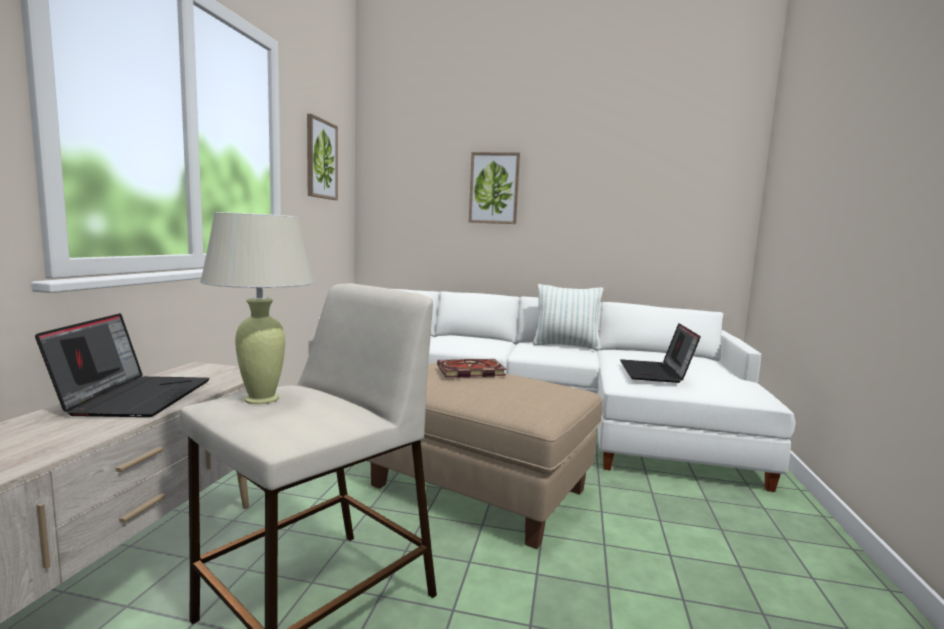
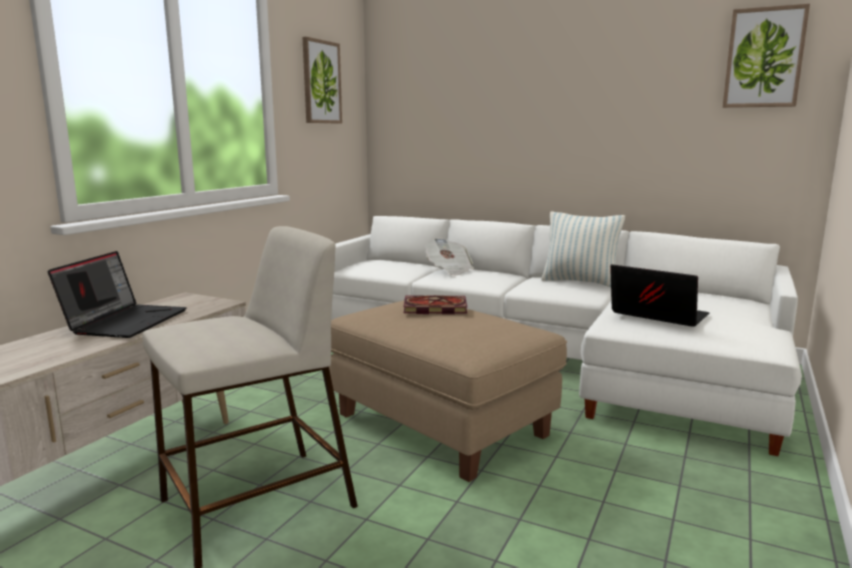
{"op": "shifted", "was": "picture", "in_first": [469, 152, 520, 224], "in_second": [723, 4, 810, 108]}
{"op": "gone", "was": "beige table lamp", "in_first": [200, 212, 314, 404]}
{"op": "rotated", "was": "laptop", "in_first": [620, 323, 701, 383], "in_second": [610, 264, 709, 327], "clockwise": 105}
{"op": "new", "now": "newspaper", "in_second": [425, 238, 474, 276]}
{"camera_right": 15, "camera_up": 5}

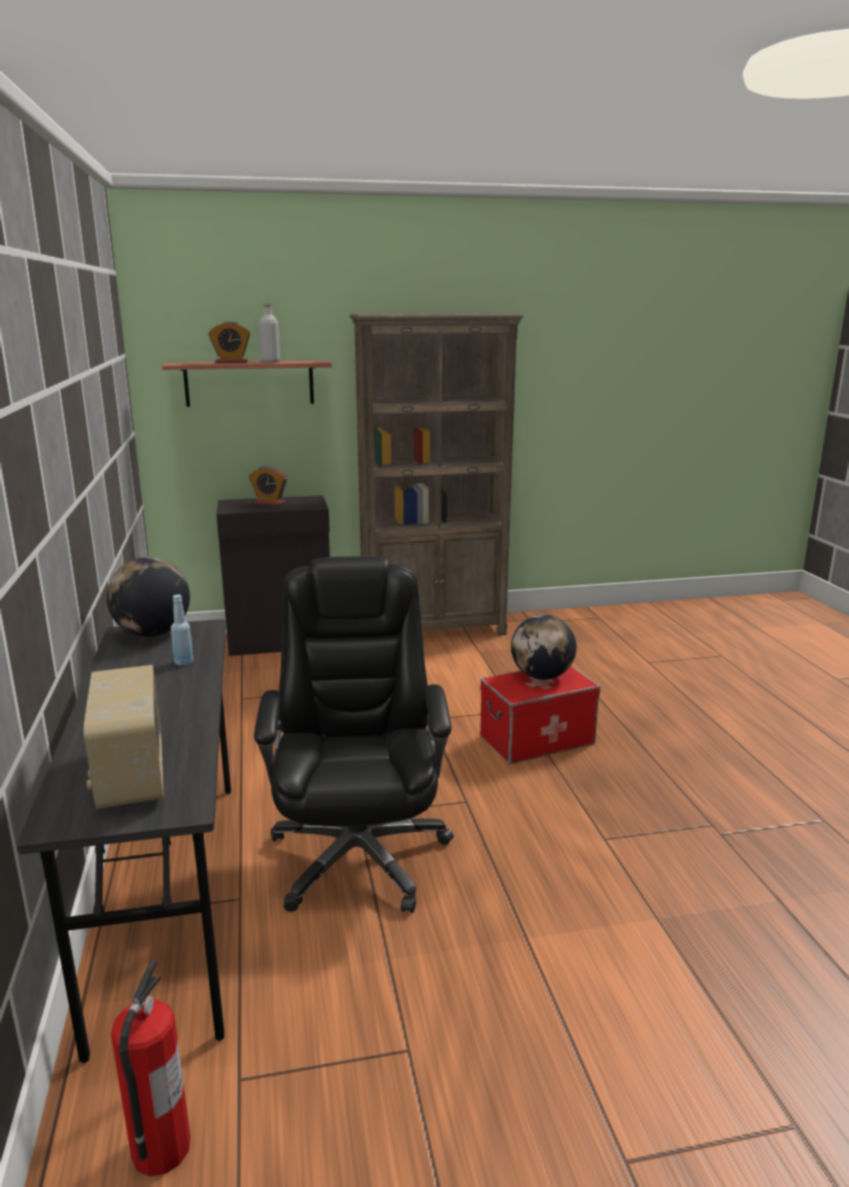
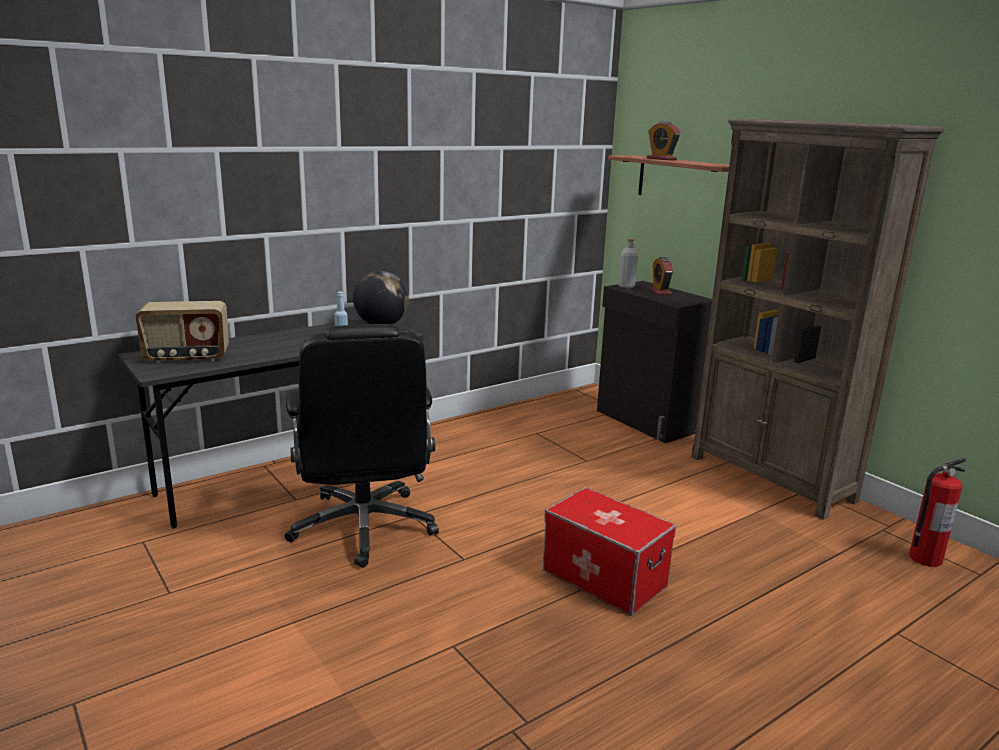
{"op": "shifted", "was": "grey bottle", "in_first": [258, 304, 280, 363], "in_second": [618, 238, 638, 288]}
{"op": "rotated", "was": "black office chair", "in_first": [254, 556, 454, 913], "in_second": [285, 324, 439, 568], "clockwise": 105}
{"op": "gone", "was": "globe", "in_first": [511, 614, 577, 680]}
{"op": "rotated", "was": "radio", "in_first": [84, 665, 164, 809], "in_second": [135, 301, 229, 363], "clockwise": -150}
{"op": "shifted", "was": "fire extinguisher", "in_first": [111, 959, 190, 1176], "in_second": [909, 458, 966, 567]}
{"camera_right": 65, "camera_up": 0}

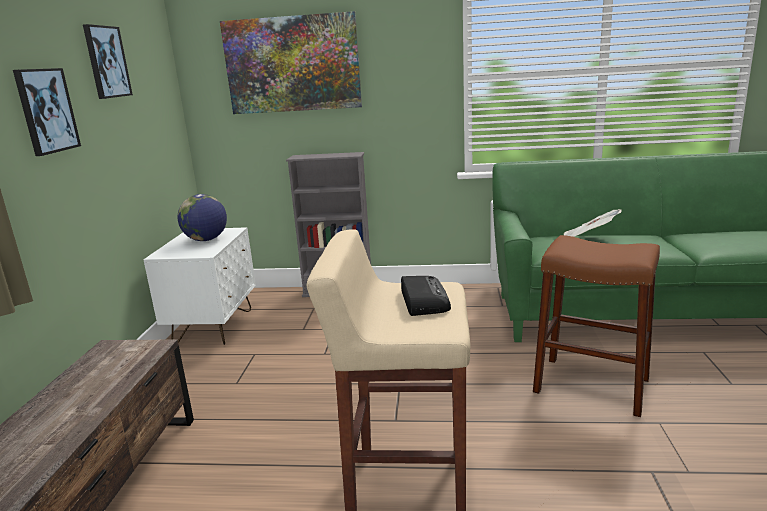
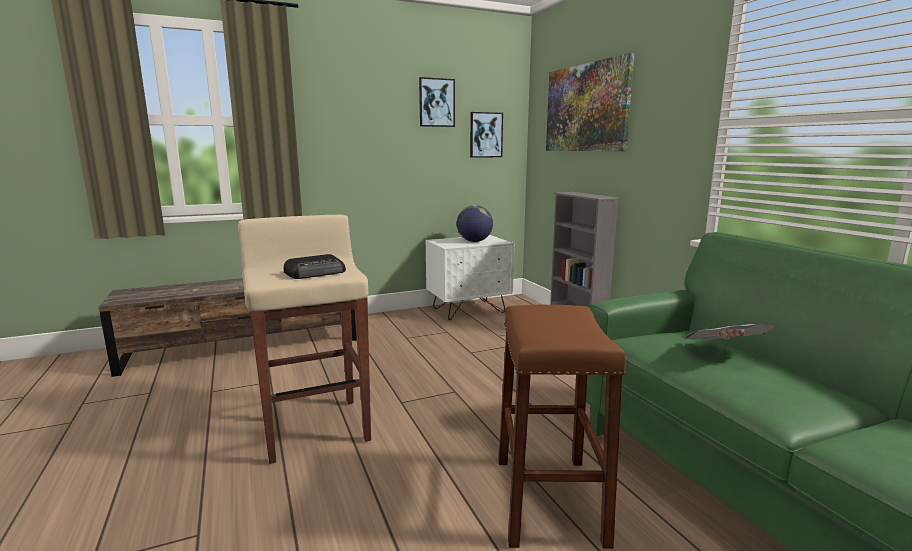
{"op": "shifted", "was": "picture", "in_first": [13, 68, 81, 156], "in_second": [470, 112, 503, 158]}
{"camera_right": 60, "camera_up": -5}

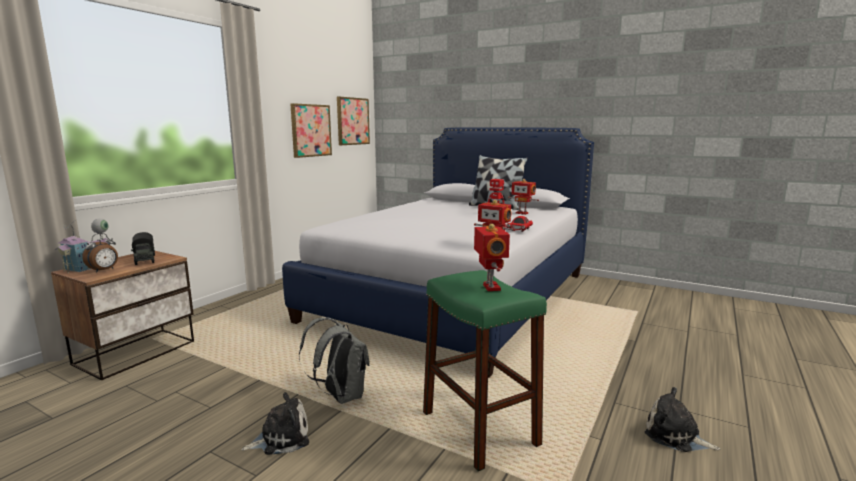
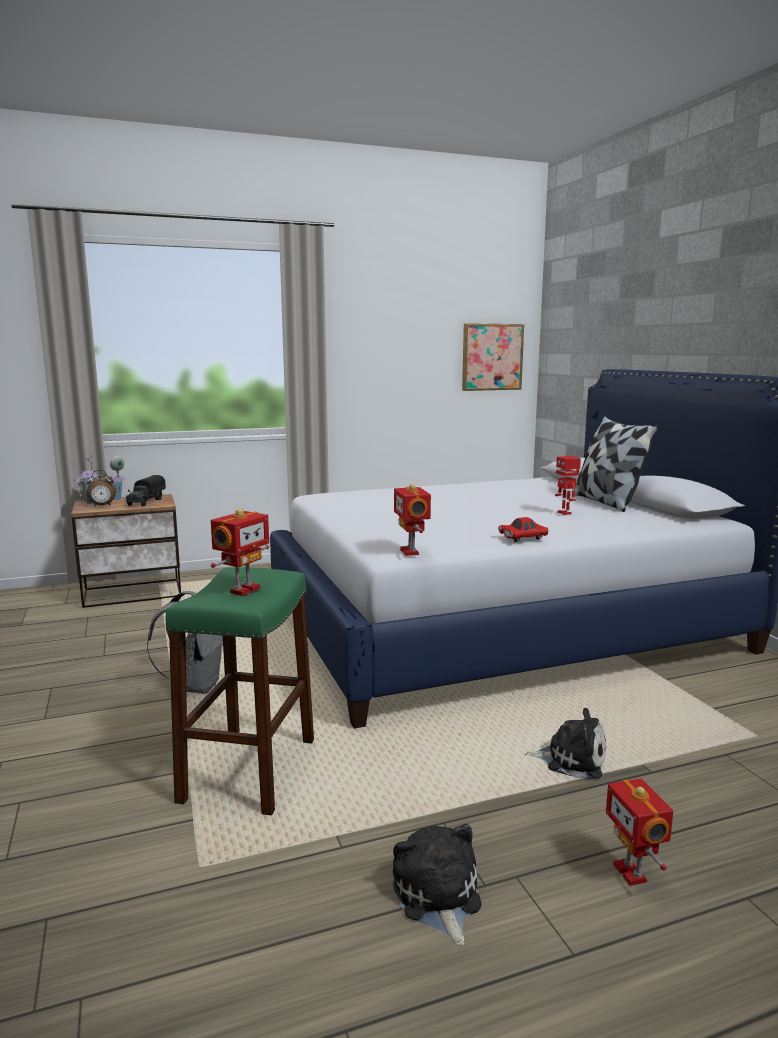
{"op": "gone", "was": "picture", "in_first": [290, 103, 332, 158]}
{"op": "shifted", "was": "toy robot", "in_first": [508, 179, 539, 215], "in_second": [606, 778, 673, 886]}
{"op": "shifted", "was": "plush toy", "in_first": [241, 392, 309, 455], "in_second": [525, 708, 606, 778]}
{"camera_right": 40, "camera_up": 0}

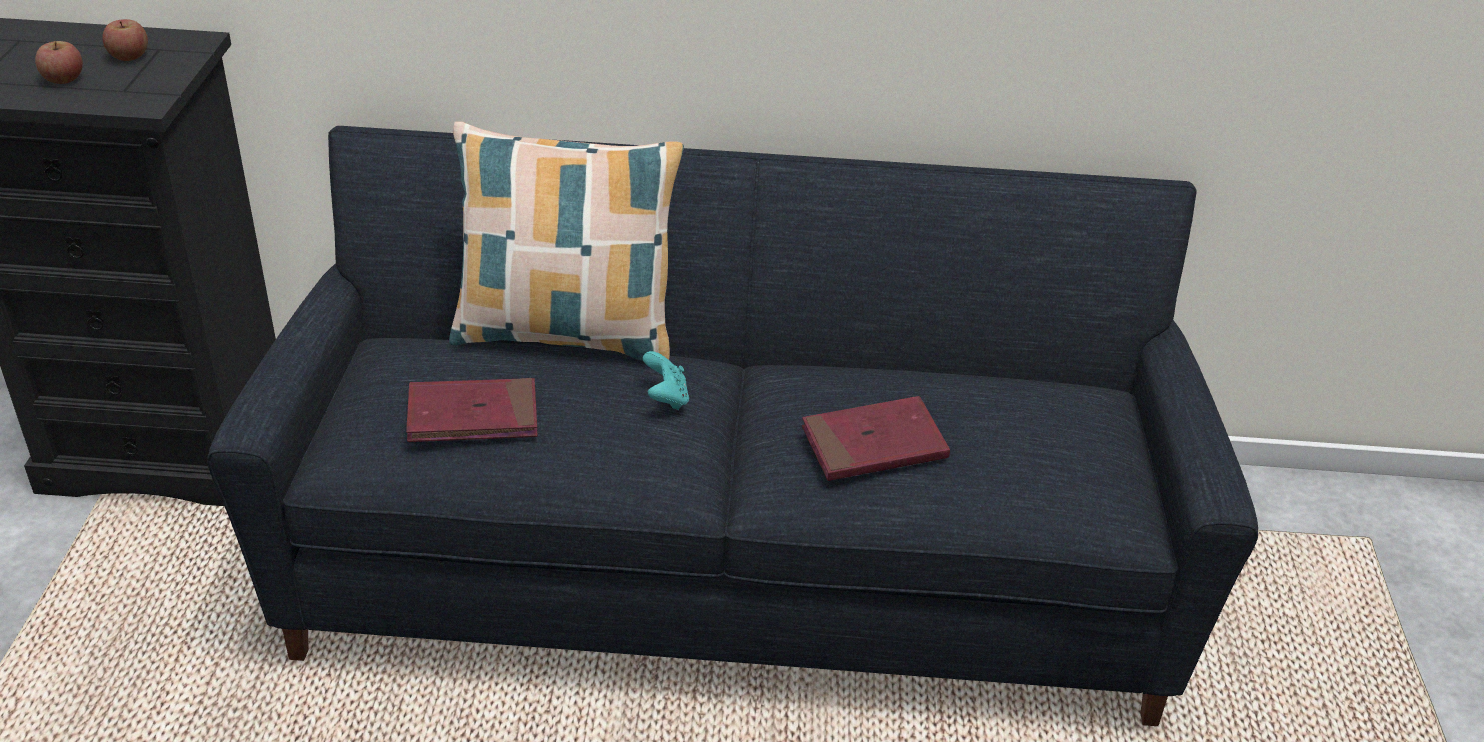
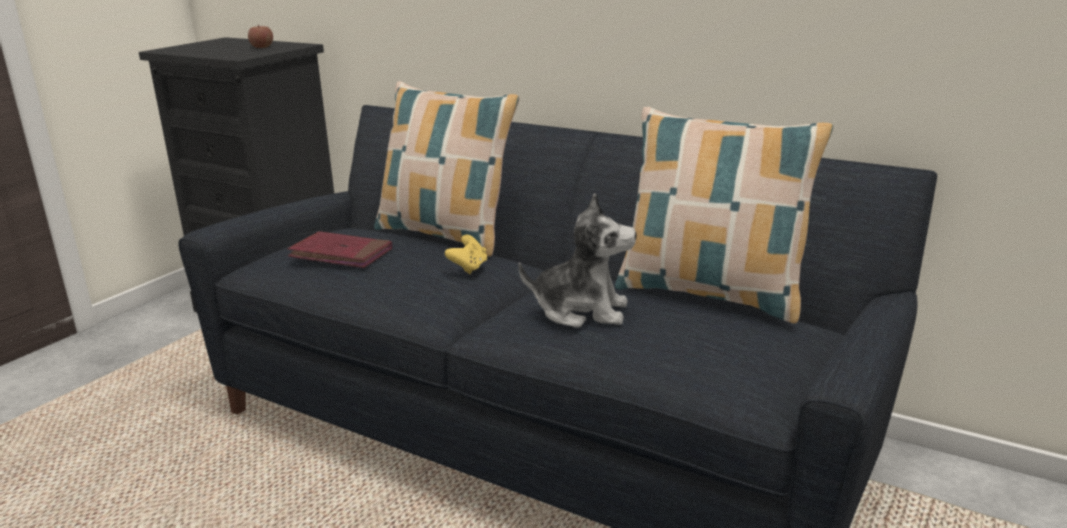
{"op": "gone", "was": "apple", "in_first": [35, 41, 83, 84]}
{"op": "repainted", "was": "turquoise game controller", "now": "yellow game controller", "in_first": [643, 351, 689, 410], "in_second": [445, 235, 487, 274]}
{"op": "swapped", "was": "red book", "now": "plush toy", "in_first": [802, 396, 950, 481], "in_second": [518, 193, 636, 328]}
{"op": "new", "now": "pillow", "in_second": [615, 107, 834, 323]}
{"camera_right": 30, "camera_up": -15}

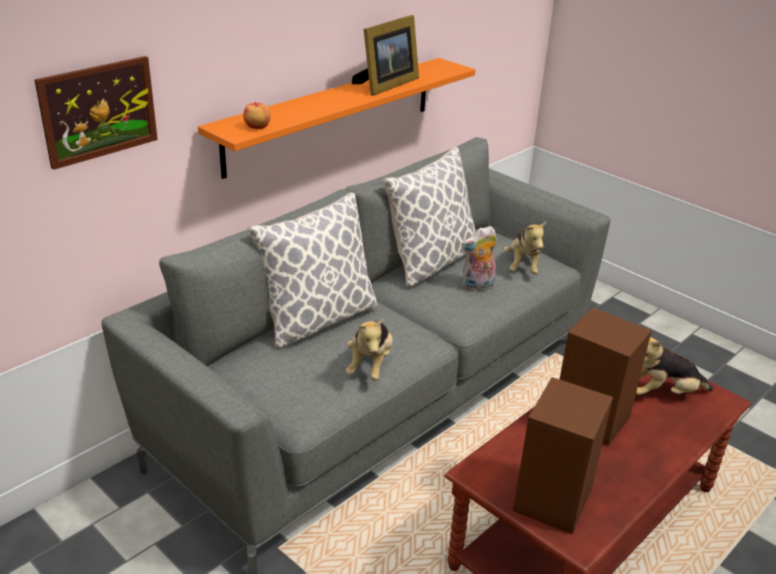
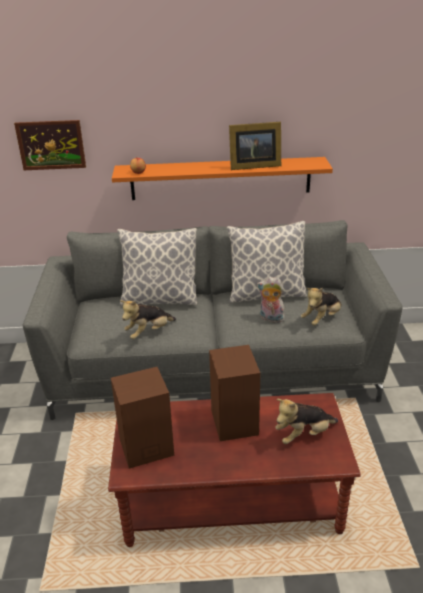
{"op": "rotated", "was": "plush toy", "in_first": [636, 337, 713, 395], "in_second": [275, 399, 338, 444], "clockwise": -60}
{"camera_right": 45, "camera_up": 0}

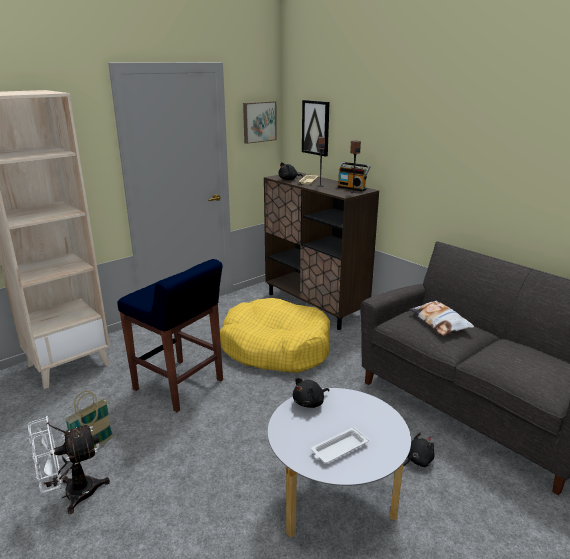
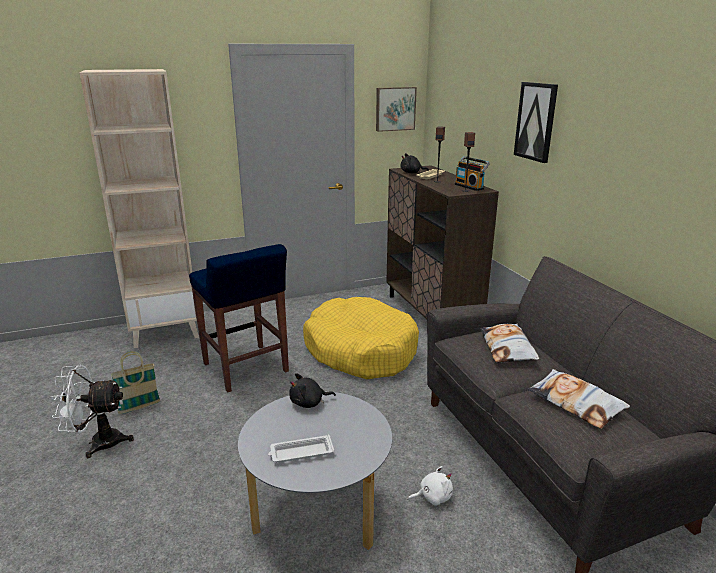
{"op": "shifted", "was": "picture", "in_first": [302, 100, 330, 156], "in_second": [514, 82, 558, 163]}
{"op": "repainted", "was": "black plush toy", "now": "white plush toy", "in_first": [403, 433, 434, 467], "in_second": [408, 466, 453, 505]}
{"op": "new", "now": "pillow", "in_second": [528, 369, 630, 429]}
{"camera_right": 20, "camera_up": 0}

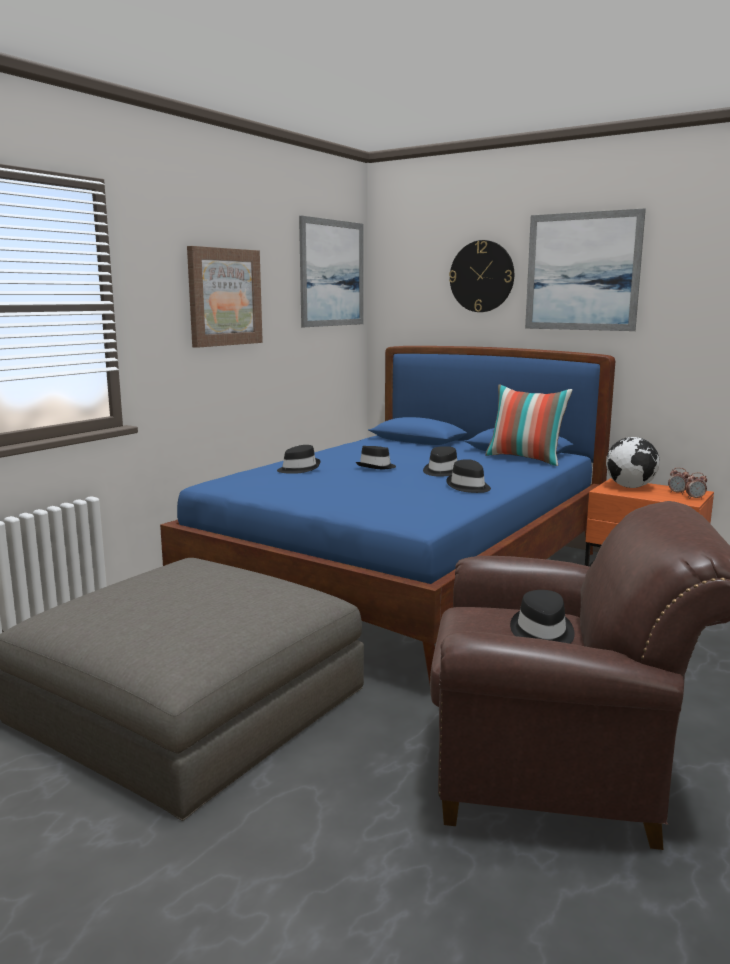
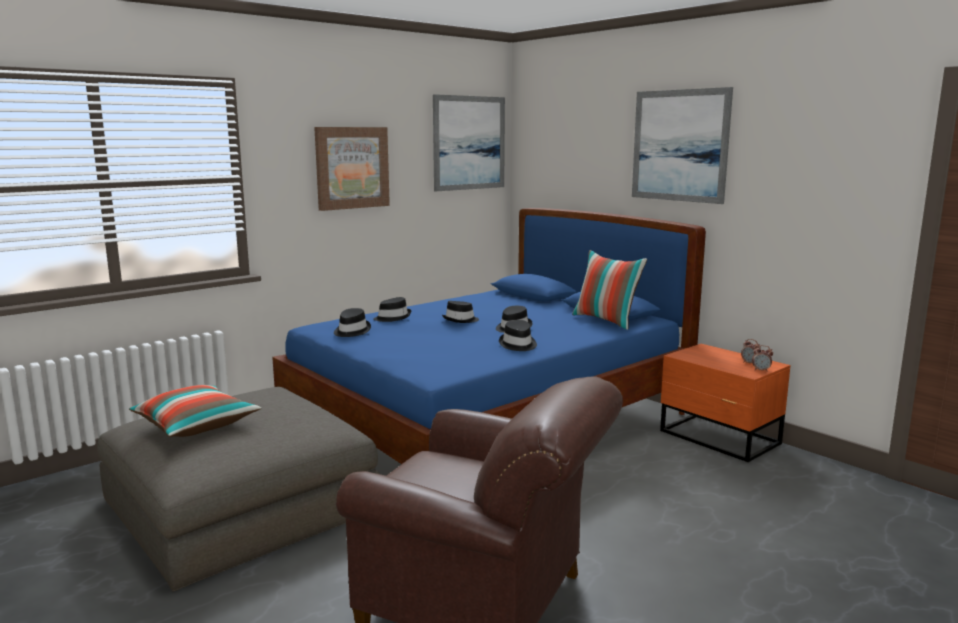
{"op": "gone", "was": "wall clock", "in_first": [449, 240, 514, 312]}
{"op": "gone", "was": "globe", "in_first": [606, 437, 659, 488]}
{"op": "shifted", "was": "black hat", "in_first": [510, 590, 575, 644], "in_second": [334, 308, 371, 337]}
{"op": "new", "now": "pillow", "in_second": [129, 385, 261, 437]}
{"camera_right": 15, "camera_up": 0}

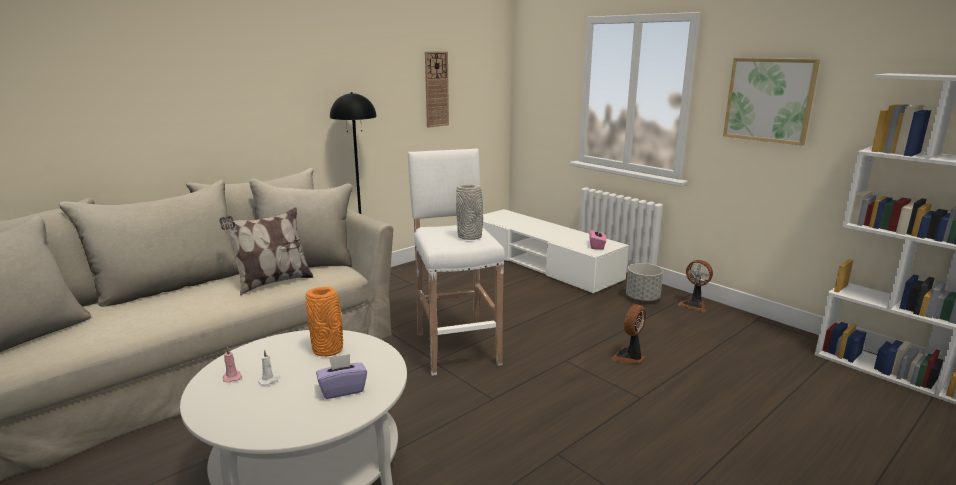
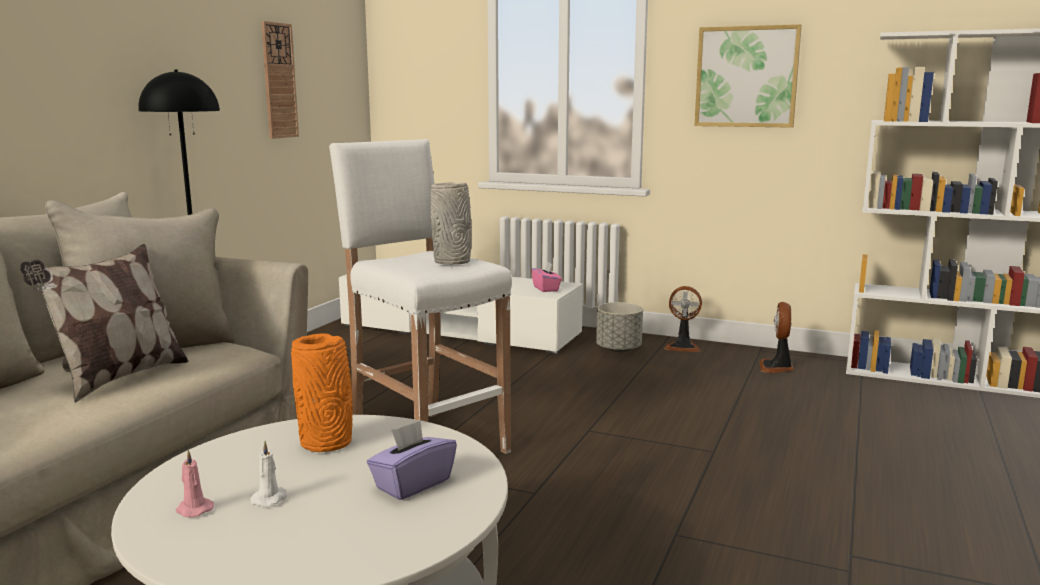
{"op": "shifted", "was": "fan", "in_first": [611, 304, 646, 363], "in_second": [760, 302, 794, 373]}
{"camera_right": -25, "camera_up": -5}

